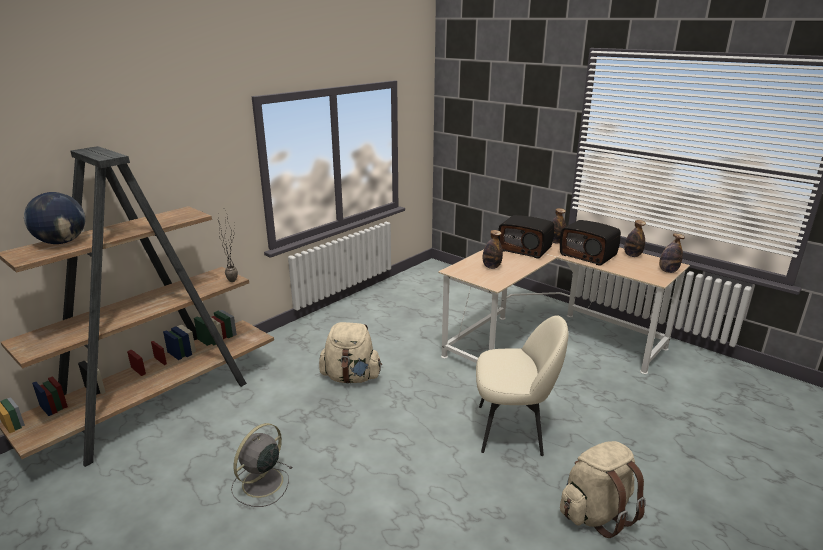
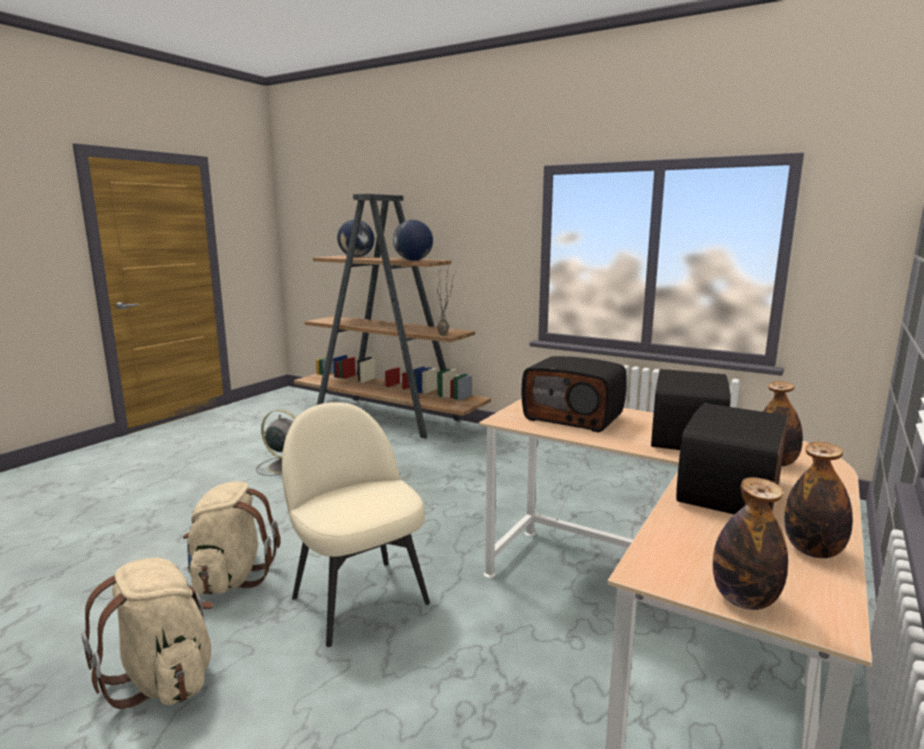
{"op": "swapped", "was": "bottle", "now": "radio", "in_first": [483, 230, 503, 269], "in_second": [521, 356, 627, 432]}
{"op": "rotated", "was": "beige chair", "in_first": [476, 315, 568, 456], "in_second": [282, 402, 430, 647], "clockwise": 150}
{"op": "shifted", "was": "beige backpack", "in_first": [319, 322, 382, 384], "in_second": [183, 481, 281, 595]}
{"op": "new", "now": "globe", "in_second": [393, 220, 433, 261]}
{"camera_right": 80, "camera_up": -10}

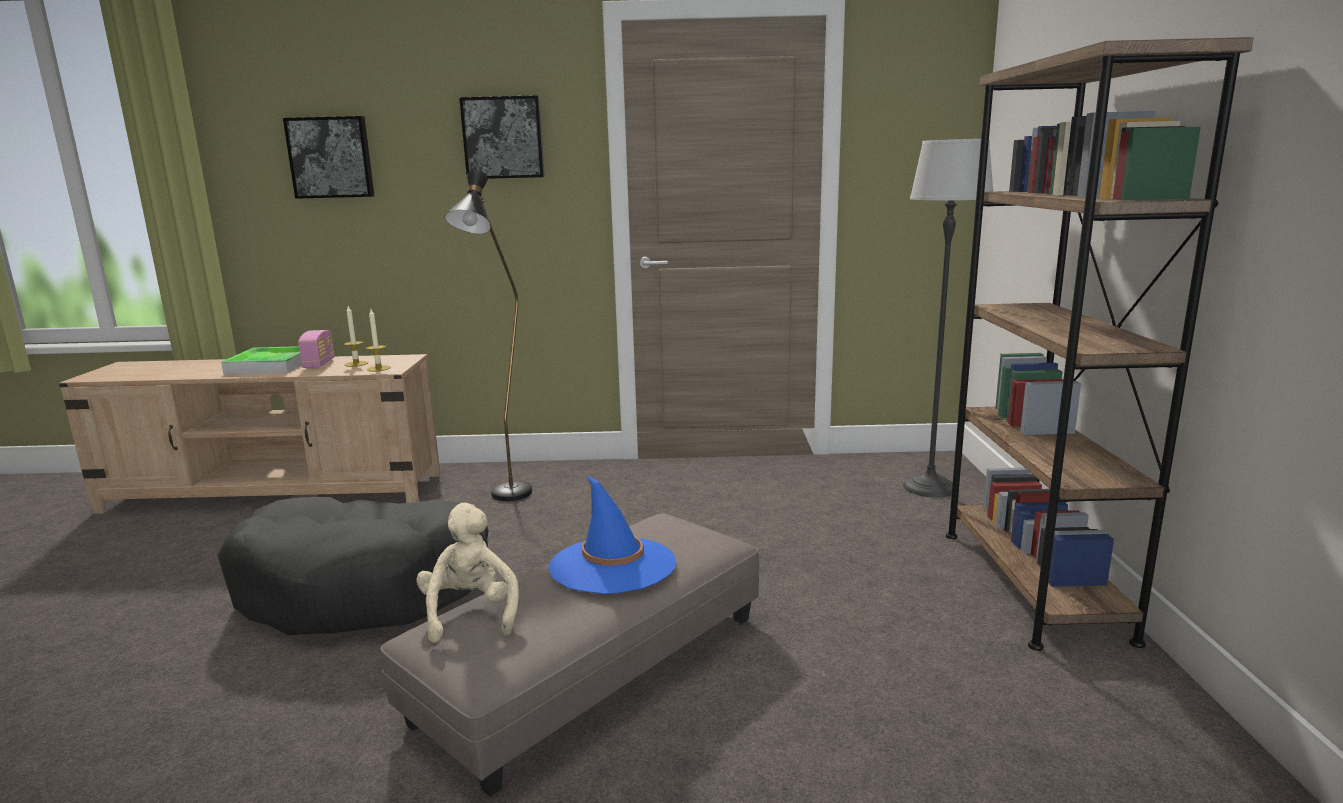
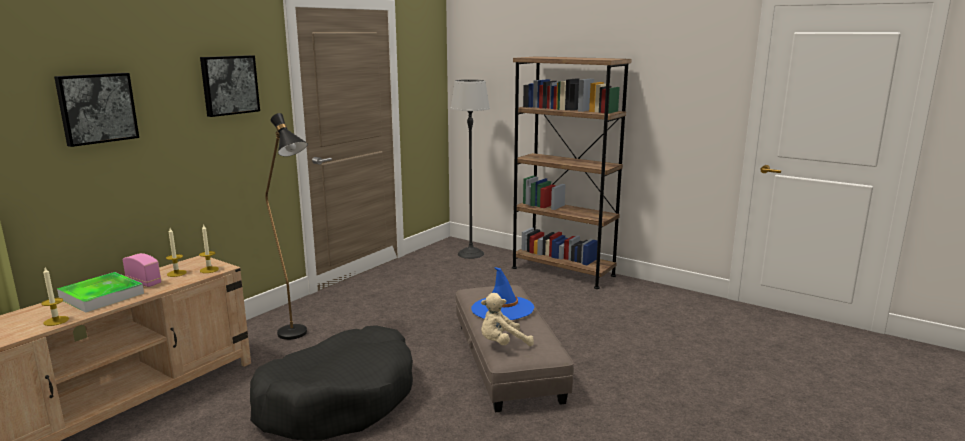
{"op": "rotated", "was": "beige plush toy", "in_first": [416, 503, 519, 643], "in_second": [481, 293, 534, 346], "clockwise": -45}
{"op": "new", "now": "candle", "in_second": [41, 268, 69, 326]}
{"camera_right": -55, "camera_up": 0}

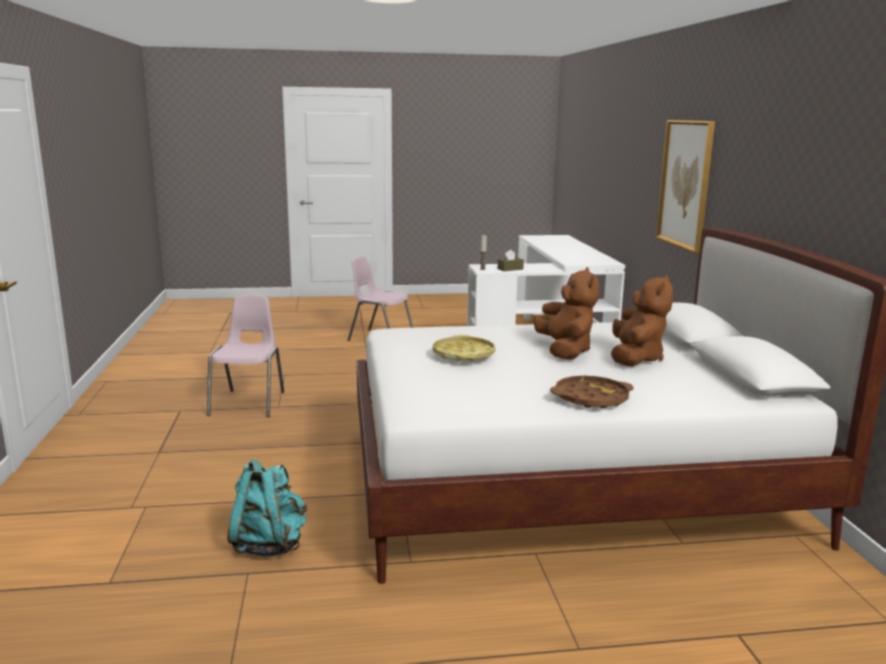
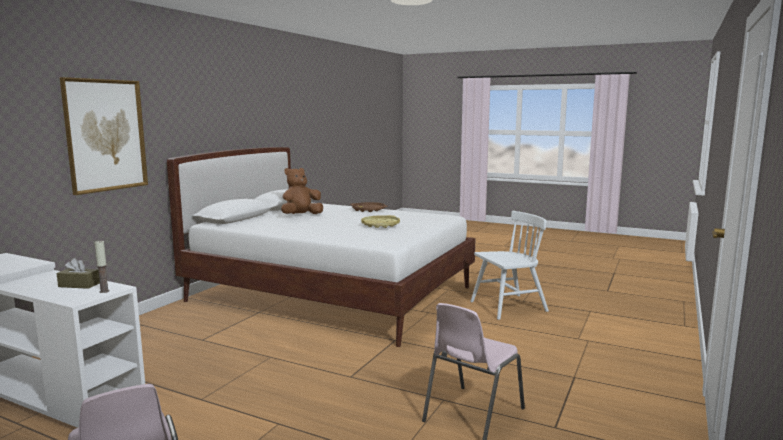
{"op": "gone", "was": "brown plush toy", "in_first": [533, 267, 599, 360]}
{"op": "swapped", "was": "turquoise backpack", "now": "white chair", "in_first": [227, 460, 307, 557], "in_second": [470, 211, 549, 320]}
{"camera_right": -145, "camera_up": -5}

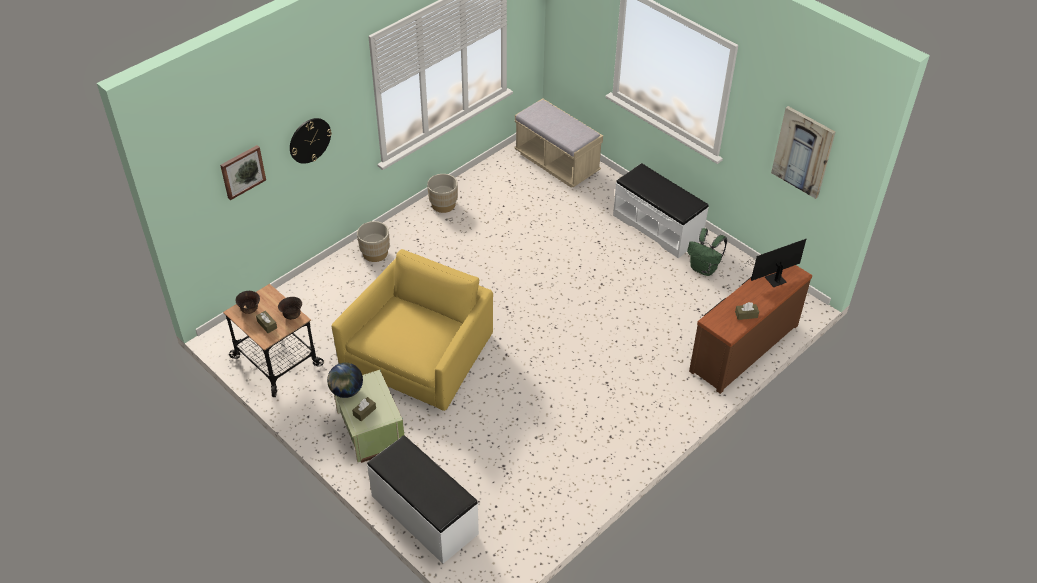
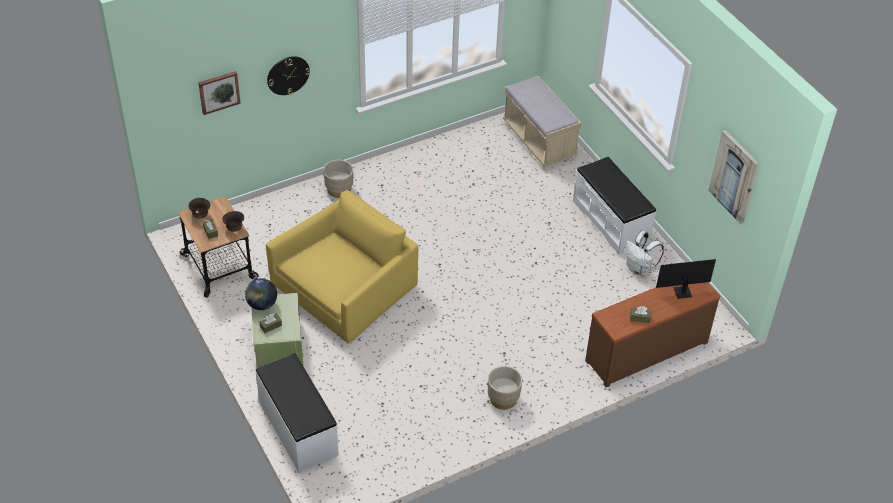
{"op": "shifted", "was": "beige planter", "in_first": [427, 174, 458, 213], "in_second": [488, 366, 522, 410]}
{"op": "repainted", "was": "green backpack", "now": "white backpack", "in_first": [687, 228, 727, 276], "in_second": [624, 231, 664, 278]}
{"camera_right": 15, "camera_up": 0}

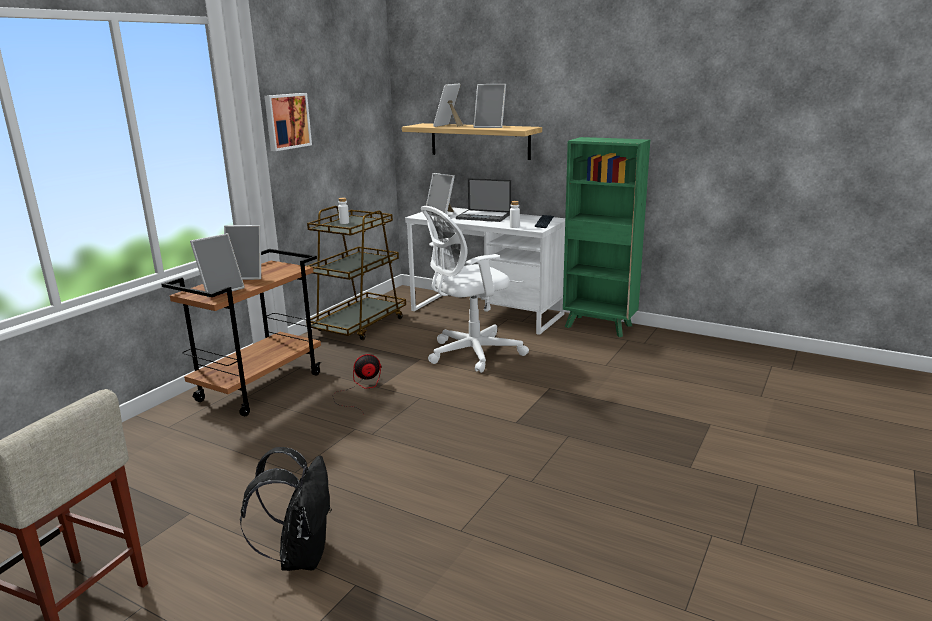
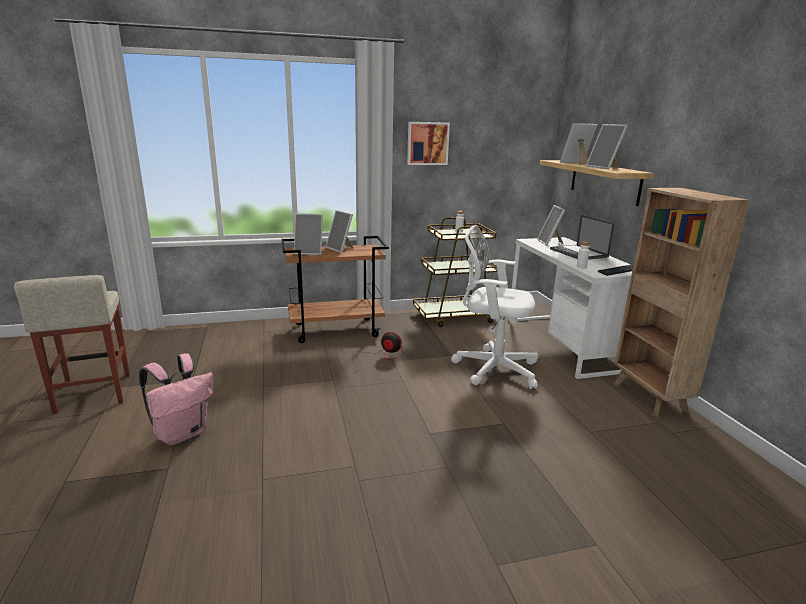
{"op": "repainted", "was": "green bookcase", "now": "brown bookcase", "in_first": [563, 137, 650, 337], "in_second": [613, 188, 750, 417]}
{"op": "repainted", "was": "black backpack", "now": "pink backpack", "in_first": [240, 447, 332, 571], "in_second": [139, 353, 213, 445]}
{"camera_right": 45, "camera_up": 0}

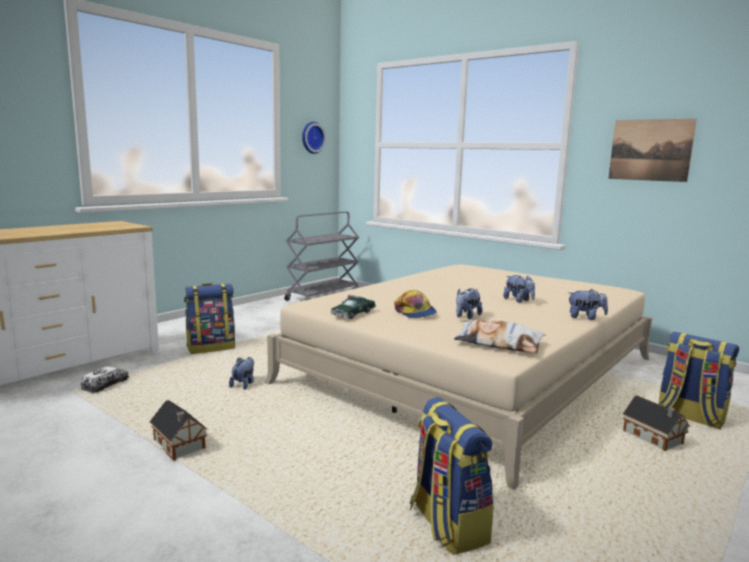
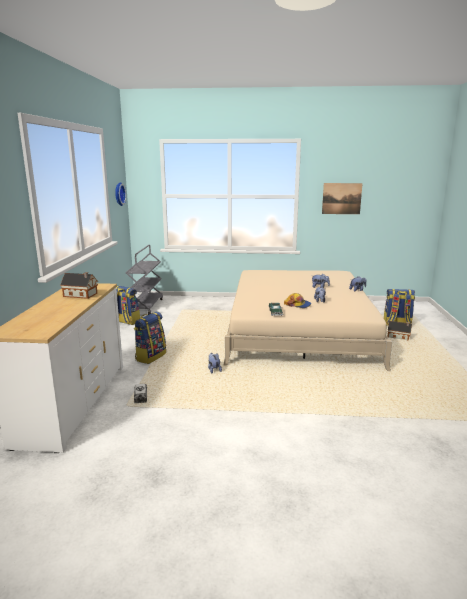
{"op": "gone", "was": "pillow", "in_first": [454, 319, 546, 353]}
{"op": "shifted", "was": "backpack", "in_first": [410, 397, 494, 555], "in_second": [116, 285, 140, 325]}
{"op": "shifted", "was": "toy house", "in_first": [150, 400, 208, 461], "in_second": [60, 272, 98, 299]}
{"camera_right": -35, "camera_up": 5}

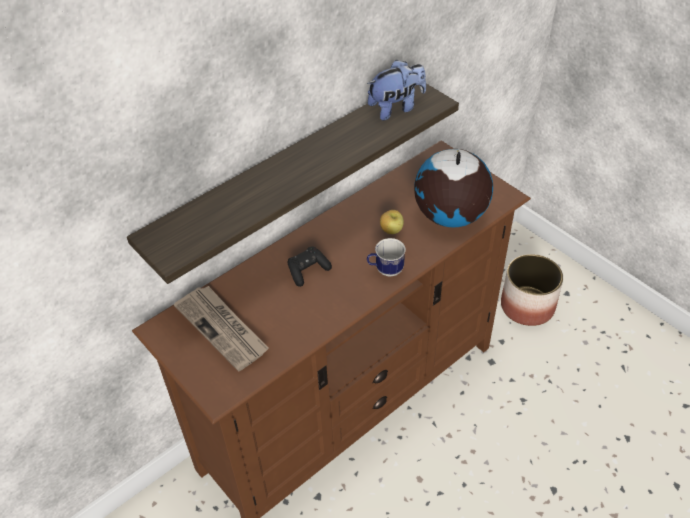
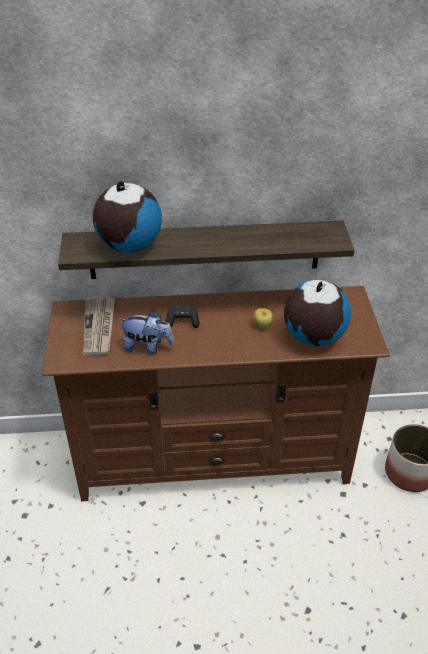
{"op": "shifted", "was": "plush toy", "in_first": [367, 59, 426, 121], "in_second": [119, 311, 174, 354]}
{"op": "gone", "was": "mug", "in_first": [367, 238, 406, 277]}
{"op": "new", "now": "globe", "in_second": [93, 181, 162, 253]}
{"camera_right": 35, "camera_up": -5}

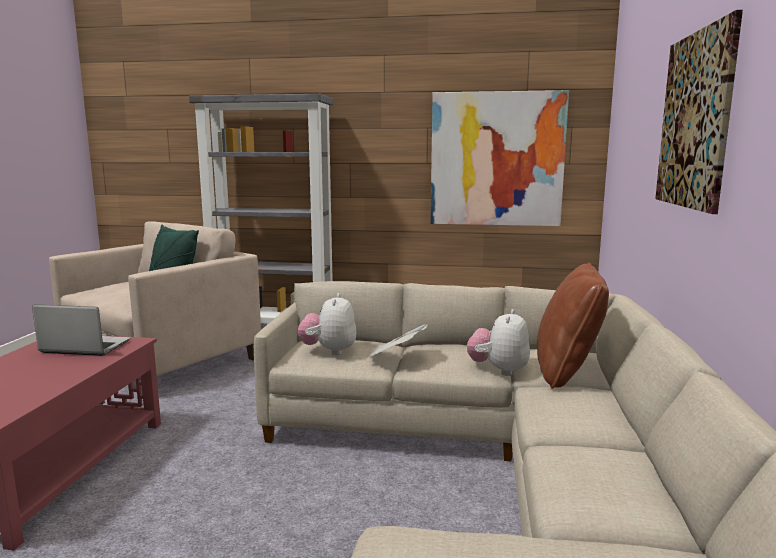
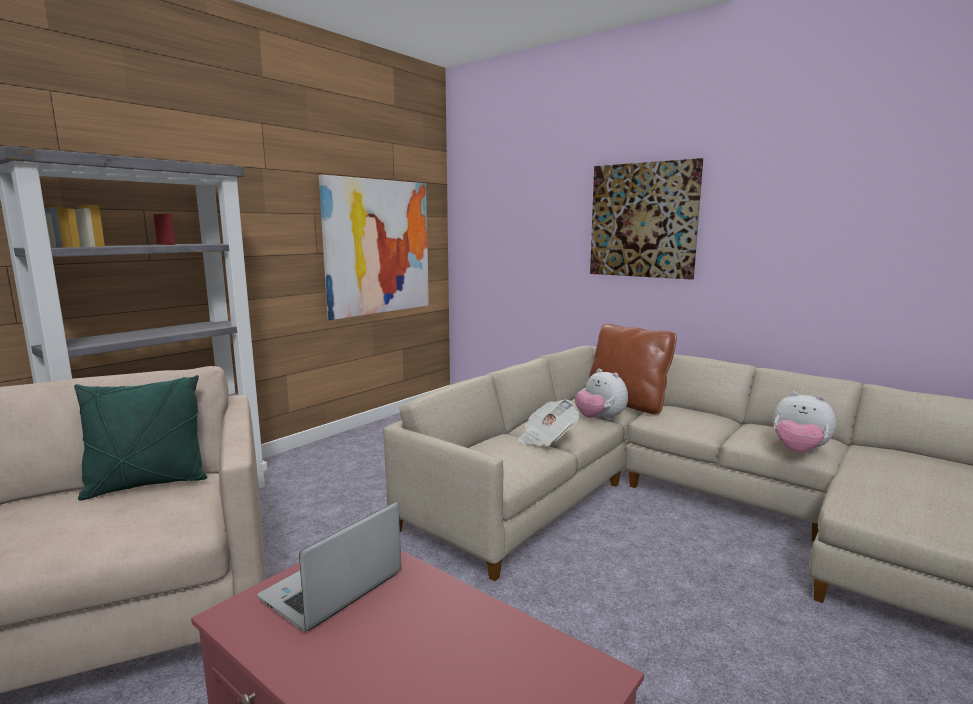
{"op": "shifted", "was": "plush toy", "in_first": [298, 293, 357, 355], "in_second": [773, 391, 836, 453]}
{"camera_right": -60, "camera_up": 0}

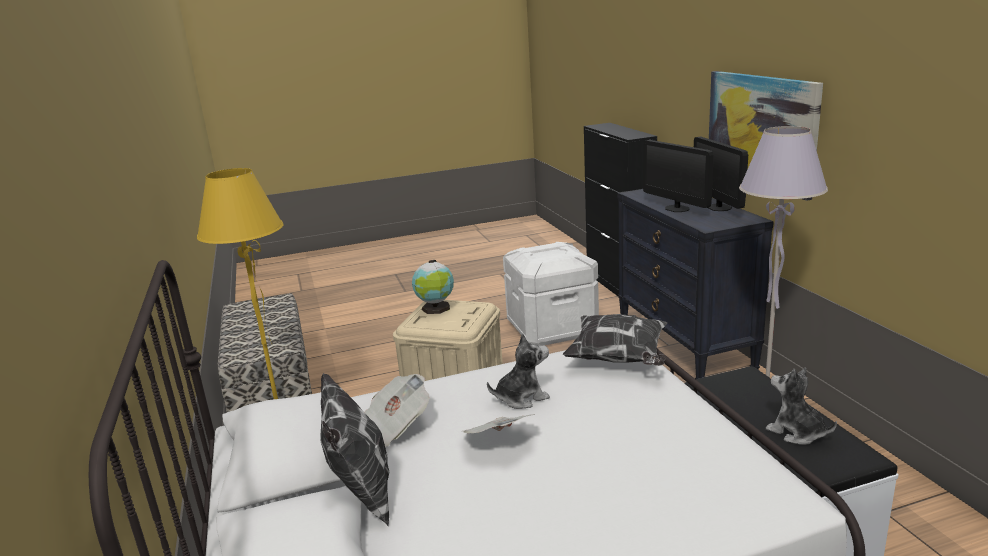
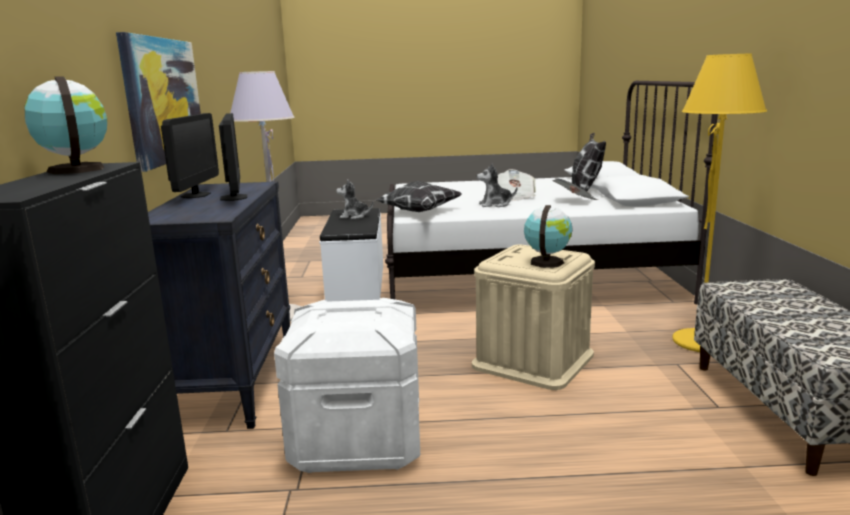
{"op": "rotated", "was": "plush toy", "in_first": [766, 368, 837, 445], "in_second": [336, 179, 373, 219], "clockwise": 120}
{"op": "new", "now": "globe", "in_second": [25, 76, 107, 174]}
{"camera_right": -165, "camera_up": -5}

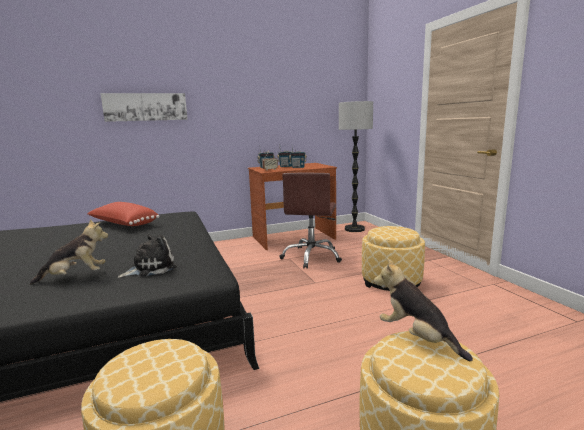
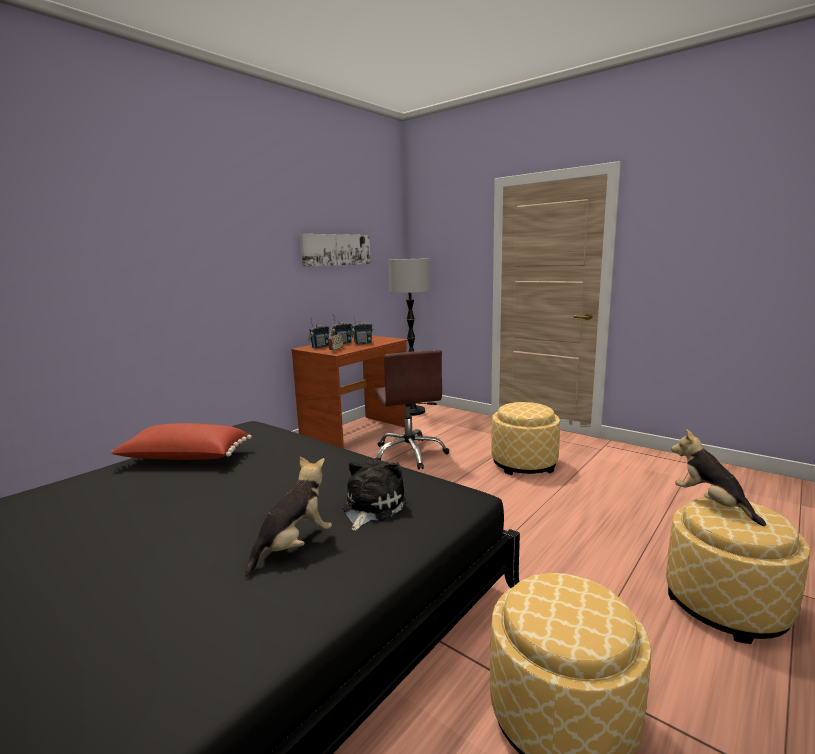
{"op": "shifted", "was": "picture", "in_first": [100, 93, 188, 122], "in_second": [300, 234, 371, 267]}
{"op": "rotated", "was": "plush toy", "in_first": [374, 258, 473, 361], "in_second": [671, 429, 766, 526], "clockwise": 45}
{"camera_right": -30, "camera_up": 0}

